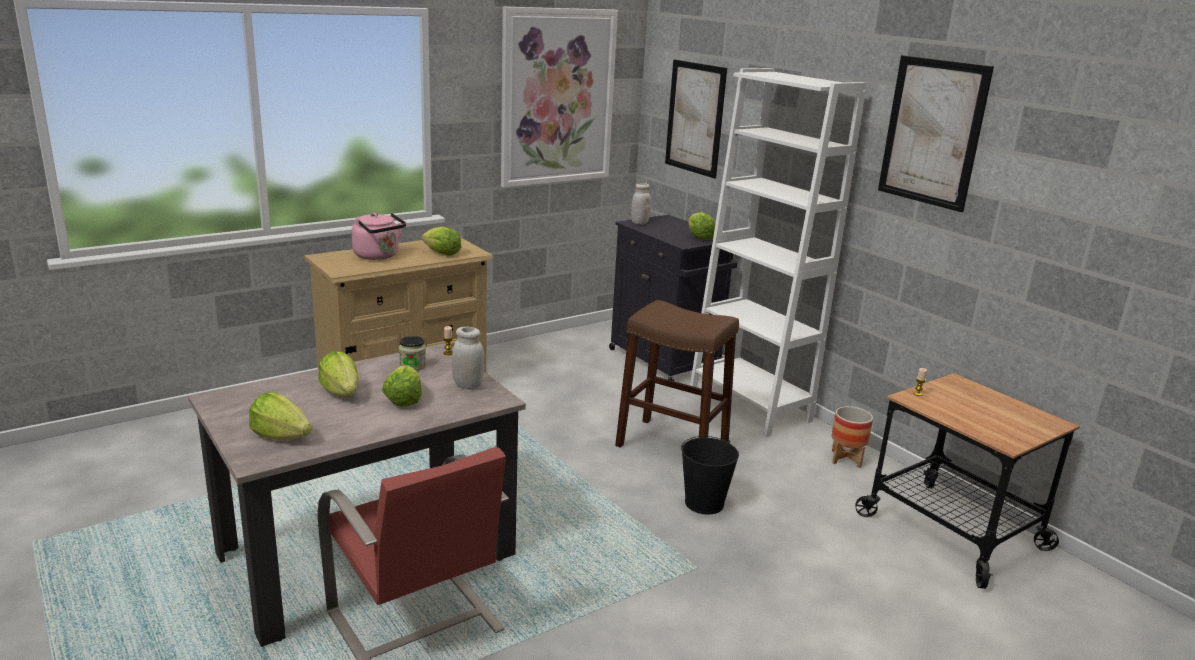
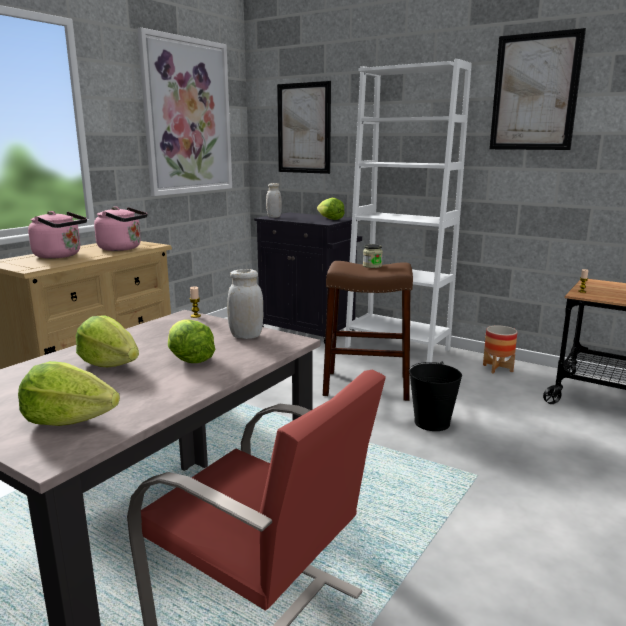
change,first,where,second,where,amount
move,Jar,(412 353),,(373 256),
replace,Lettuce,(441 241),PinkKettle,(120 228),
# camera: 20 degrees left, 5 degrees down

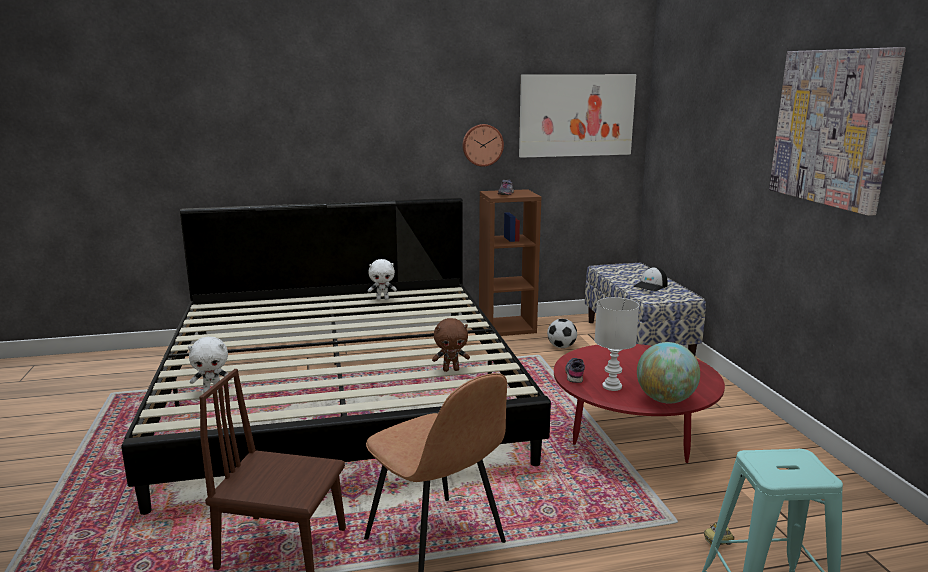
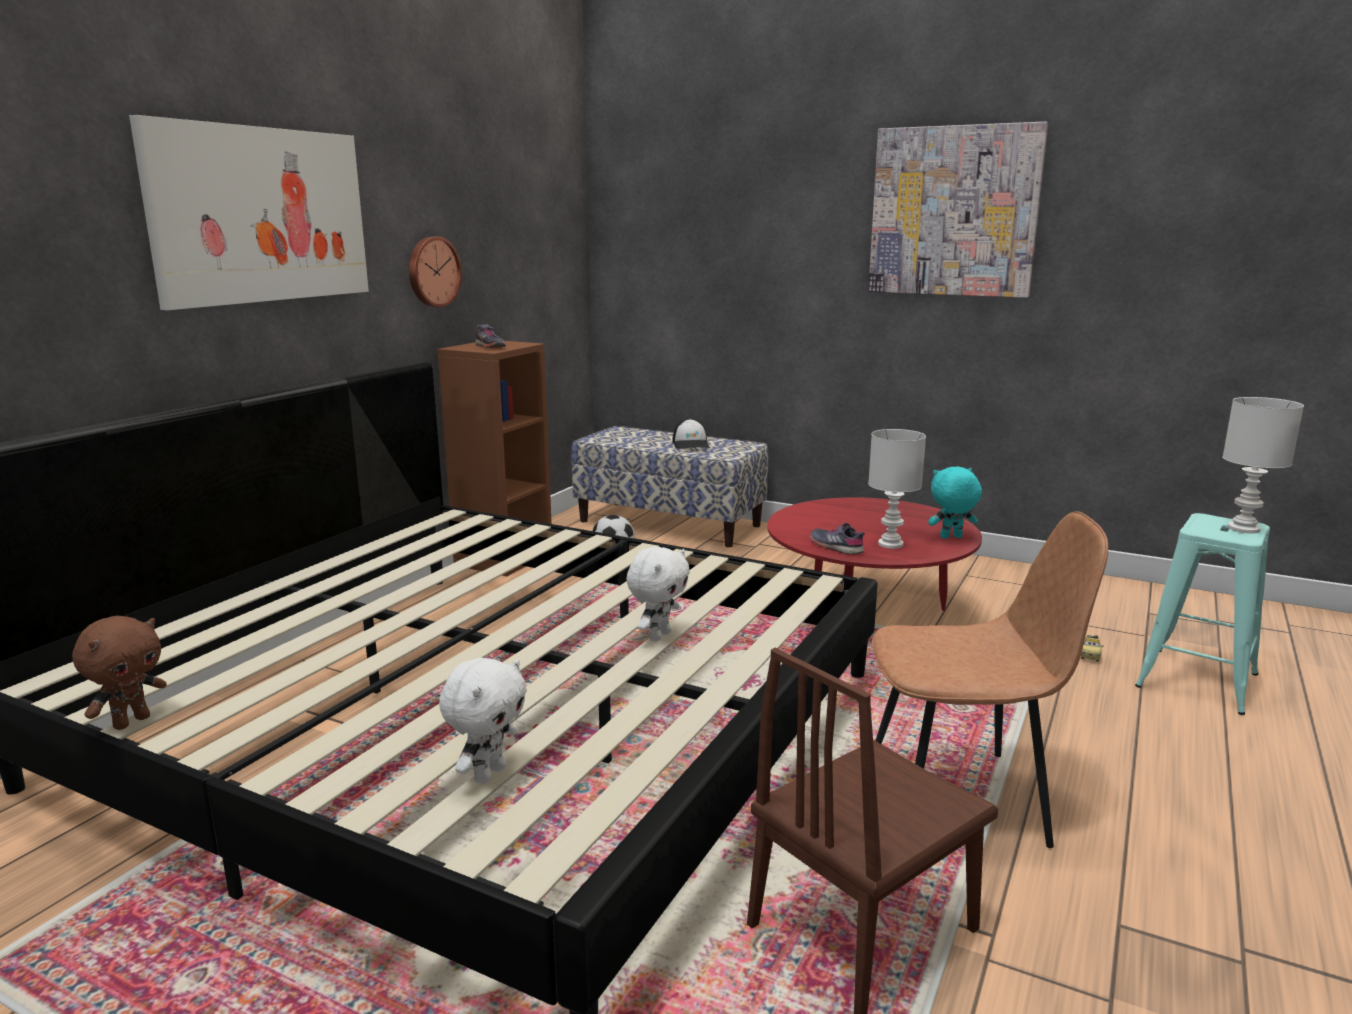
change,first,where,second,where,amount
move,WhitePlushToy,(382 279),,(658 594),
move,BrownPlushToy,(451 345),,(119 673),
move,Picture,(577 116),,(249 212),
replace,Globe,(668 372),TurquoisePlushToy,(955 503),
insert,,,WhiteTableLamp,(1263 465),
# camera: 50 degrees left, 0 degrees up

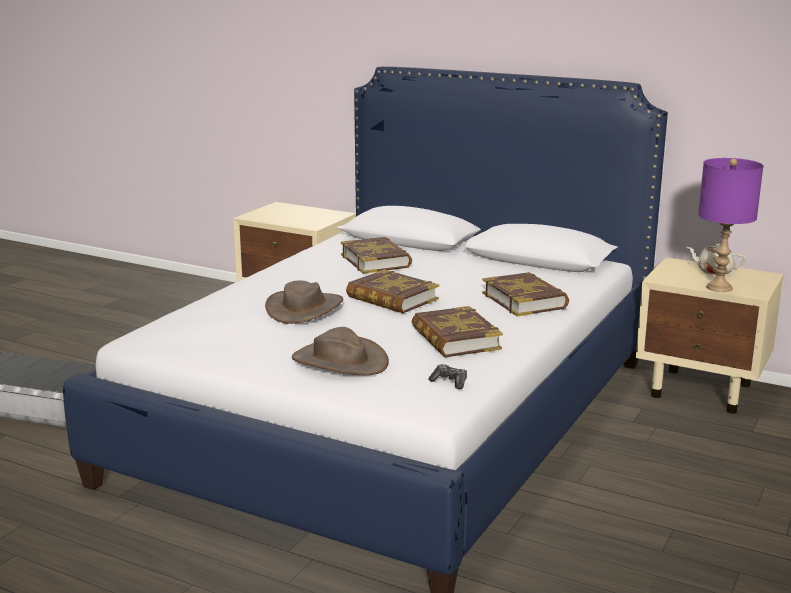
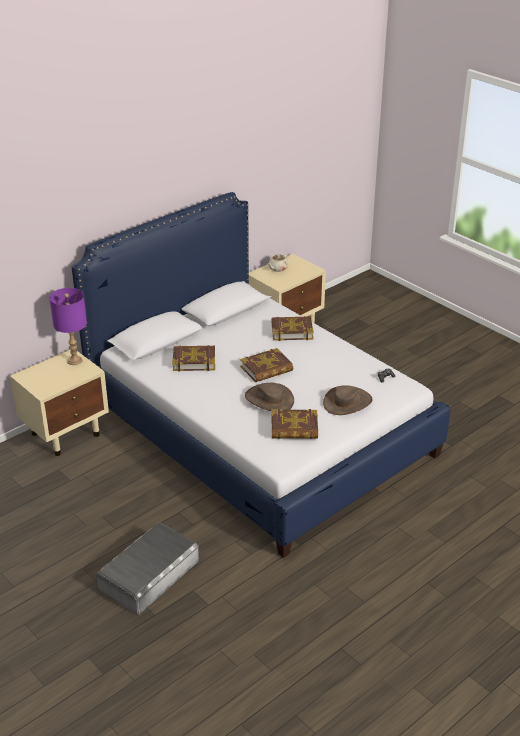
change,first,where,second,where,amount
move,Book,(457 331),,(294 424),
move,PurpleTableLamp,(730 225),,(68 326),
# camera: 70 degrees left, 15 degrees up

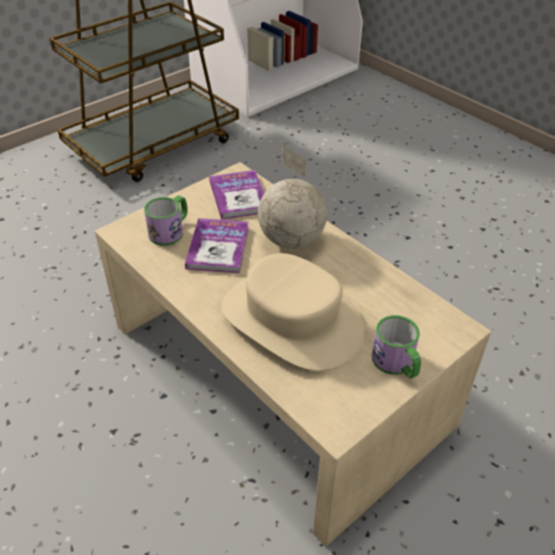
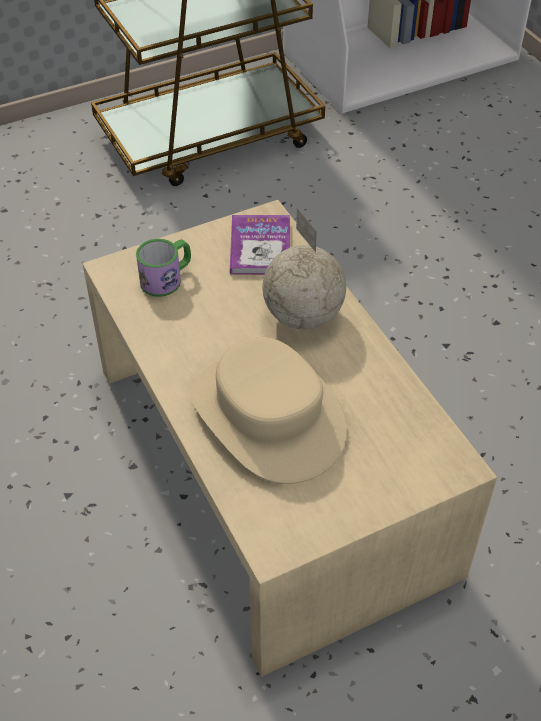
change,first,where,second,where,amount
delete,Book,(217 245),,,
delete,Mug,(396 346),,,
# camera: 15 degrees right, 5 degrees up

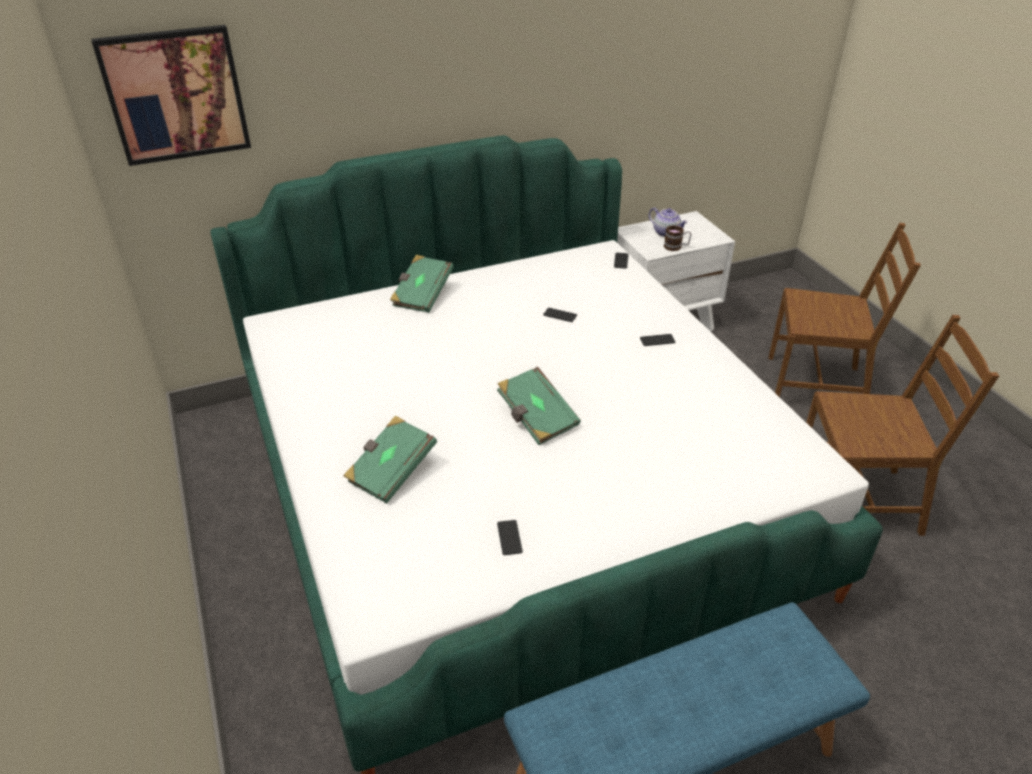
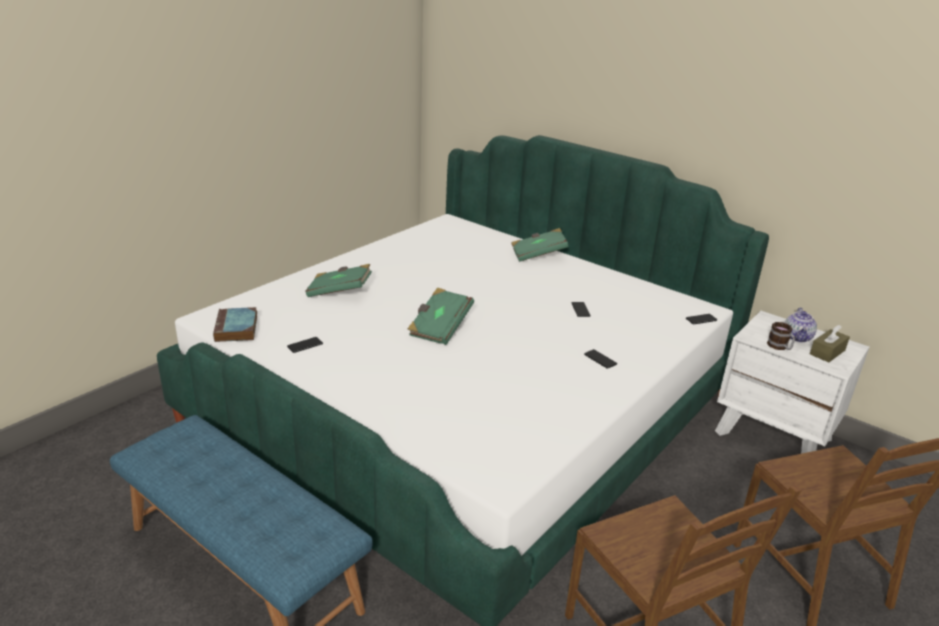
change,first,where,second,where,amount
delete,Picture,(171 95),,,
insert,,,Book,(235 324),
insert,,,BrownTissueBox,(830 343),
# camera: 60 degrees right, 10 degrees down

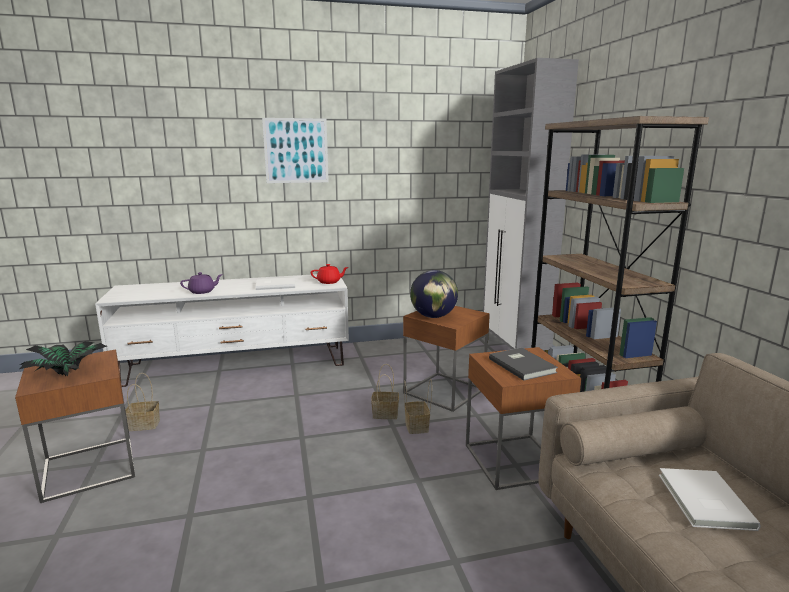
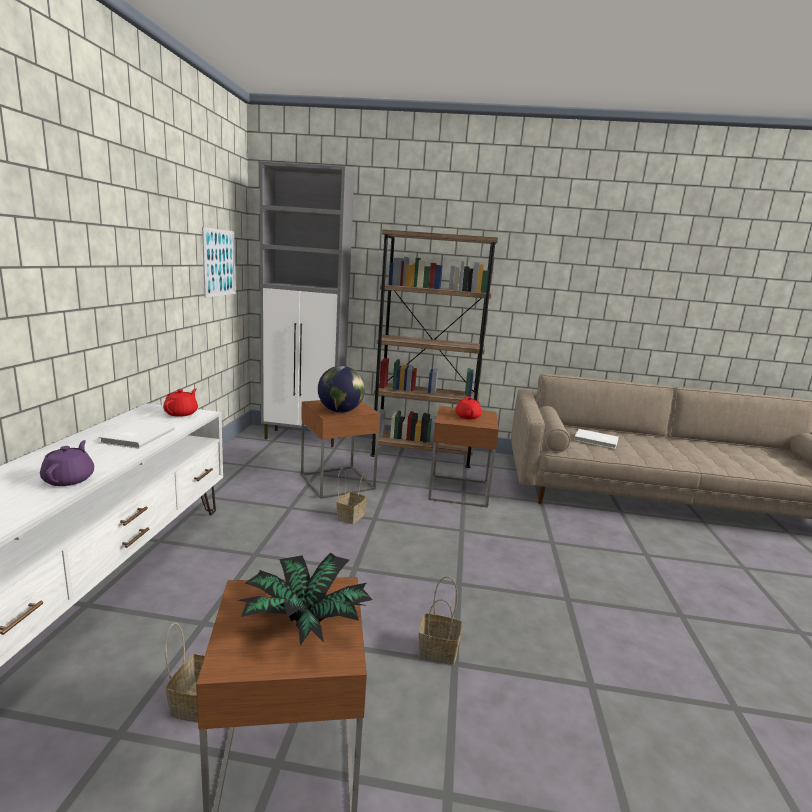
change,first,where,second,where,amount
move,Picture,(295 150),,(219 262),
move,Basket,(418 406),,(440 620),
replace,GreyBook,(523 364),RedTeapot,(468 407),
# camera: 70 degrees left, 0 degrees up

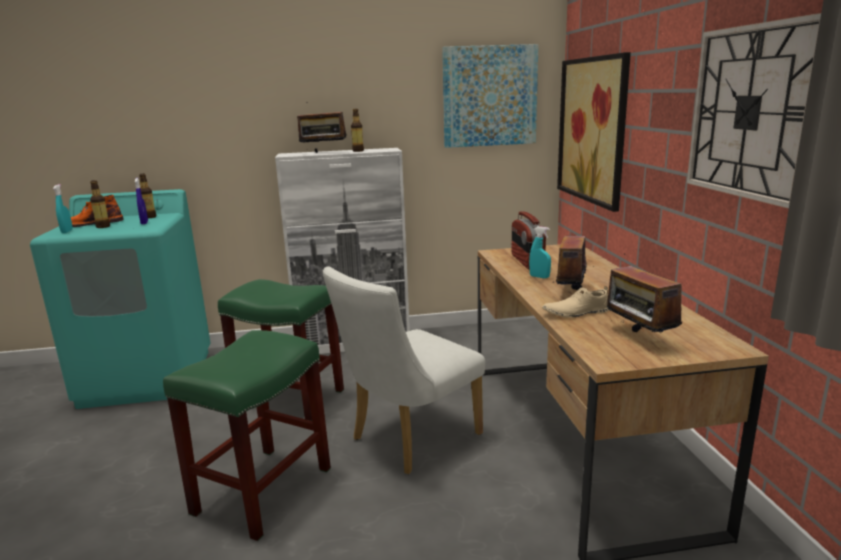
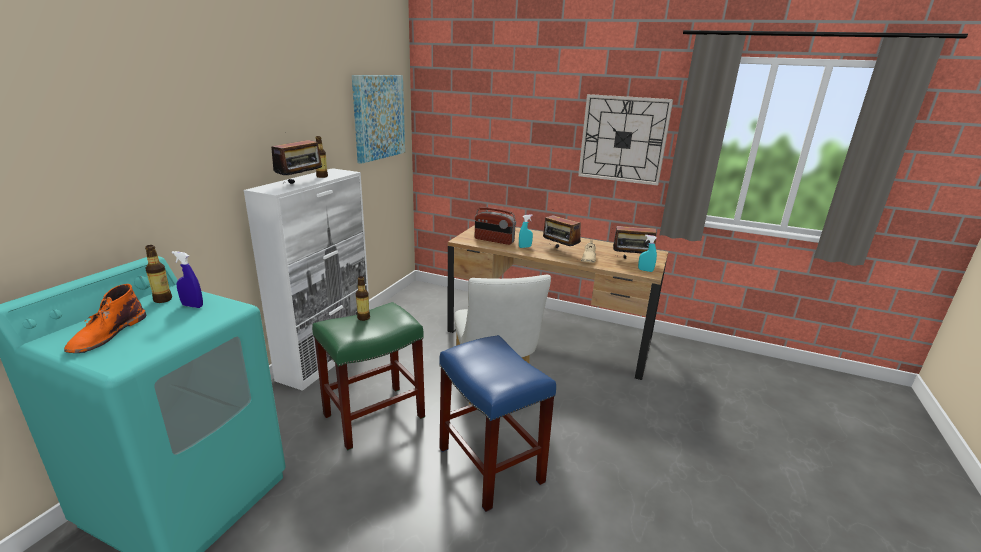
change,first,where,second,where,amount
move,TurquoiseSprayBottle,(63 208),,(647 253),
move,Bottle,(100 204),,(363 298),
recolor,GreenStool,(247 435),BlueStool,(497 423),
delete,Picture,(594 132),,,
# camera: 60 degrees left, 5 degrees up

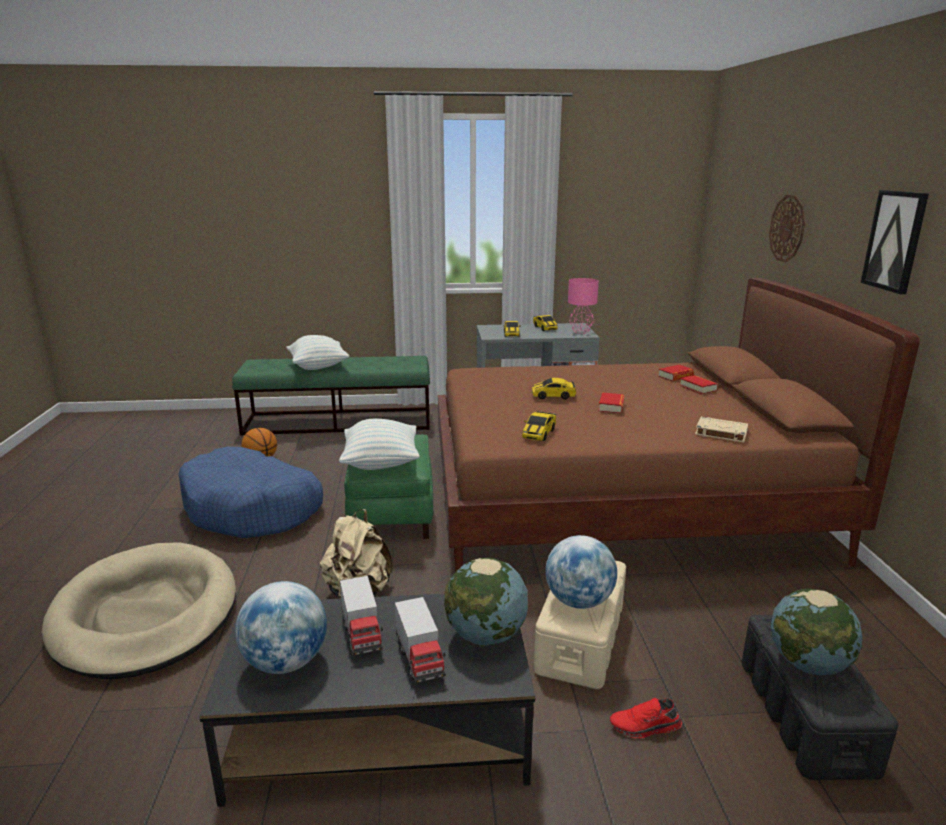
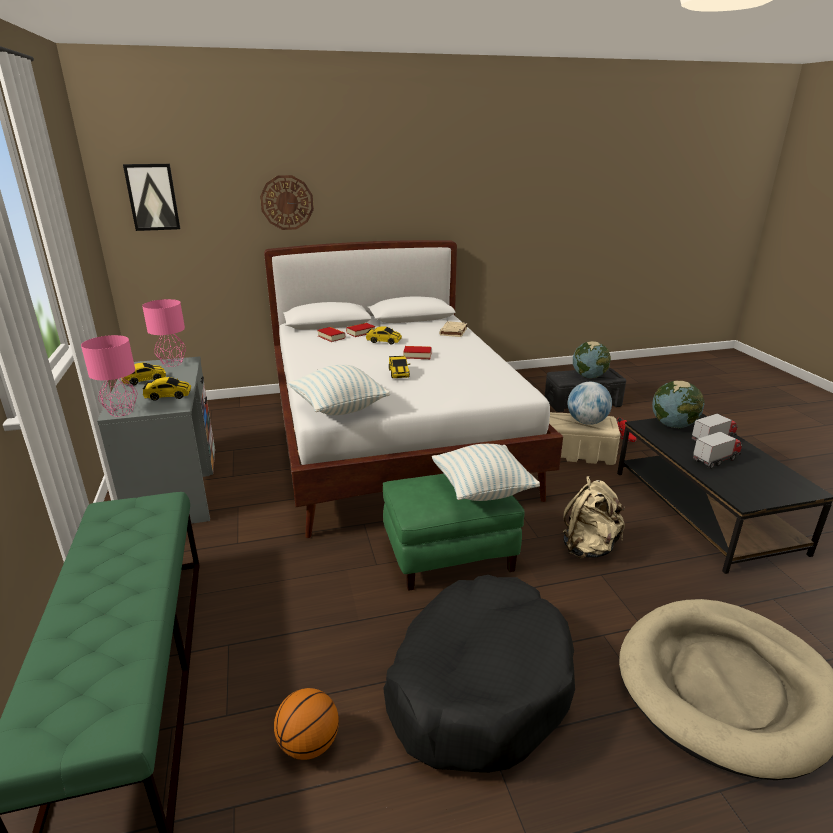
change,first,where,second,where,amount
recolor,BlueDogBed,(251 492),BlackDogBed,(479 674),
delete,Globe,(281 627),,,
move,Pillow,(317 352),,(339 390),
recolor,BrownBed,(679 425),WhiteBed,(413 389),
move,ToyCar,(539 426),,(384 335),
move,Picture,(895 242),,(151 197),
insert,,,PinkTableLamp,(109 376),
# camera: 100 degrees left, 5 degrees up

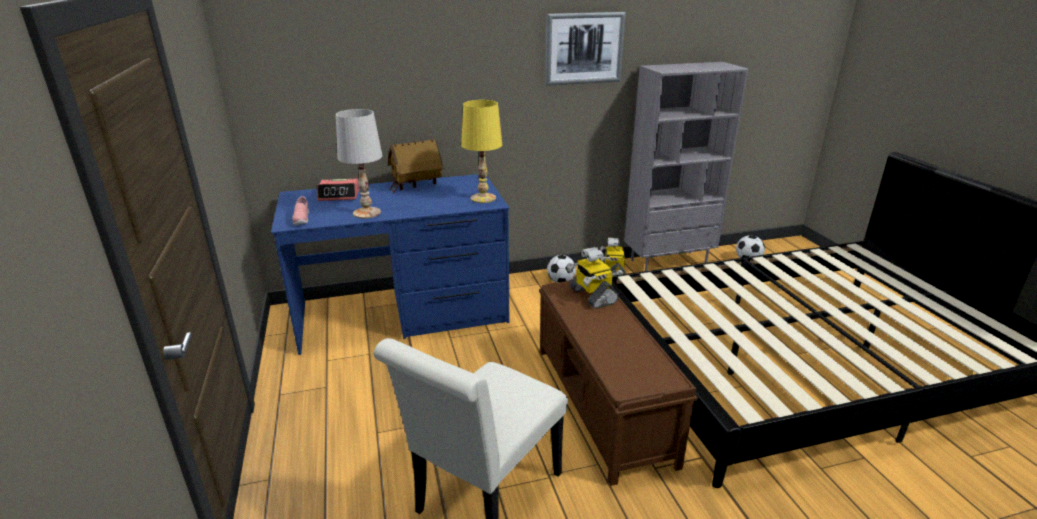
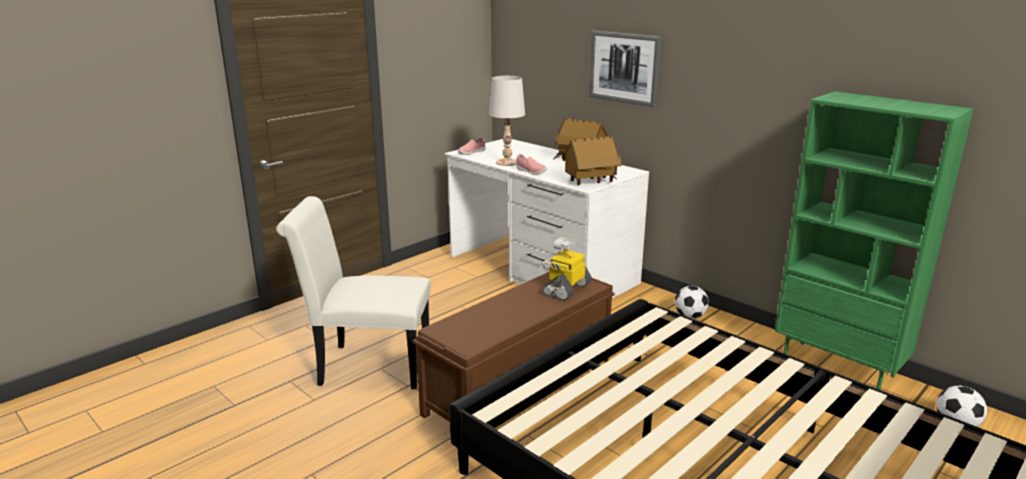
change,first,where,second,where,amount
recolor,BlueDesk,(390 264),WhiteDesk,(547 219),
delete,AlarmClock,(338 190),,,
replace,YellowTableLamp,(481 151),ToyHouse,(592 160),
move,Picture,(585 49),,(625 69),
delete,ToyRobot,(613 257),,,
recolor,GreyBookcase,(686 166),GreenBookcase,(874 240),
insert,,,PinkShoe,(531 164),
# camera: 60 degrees right, 5 degrees down

